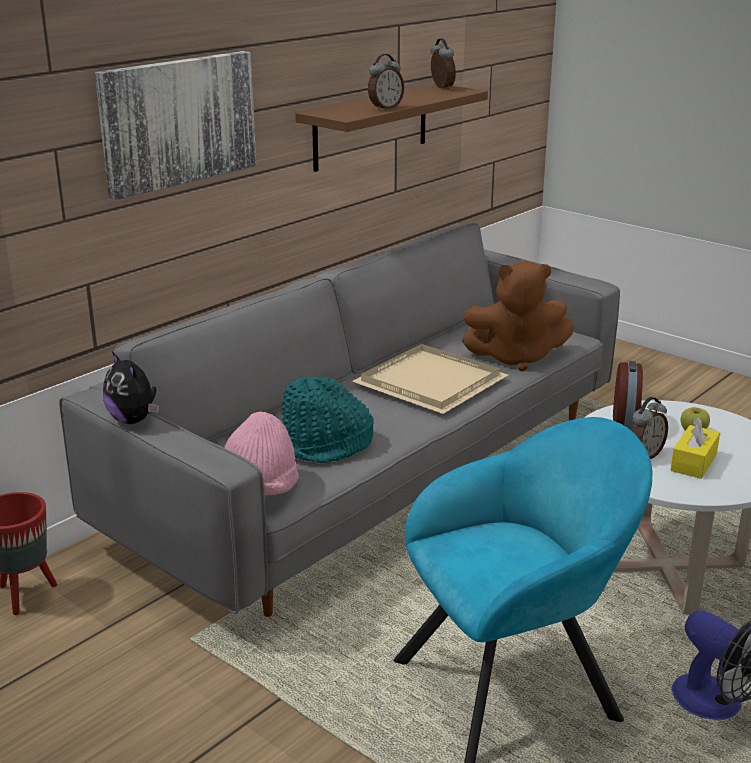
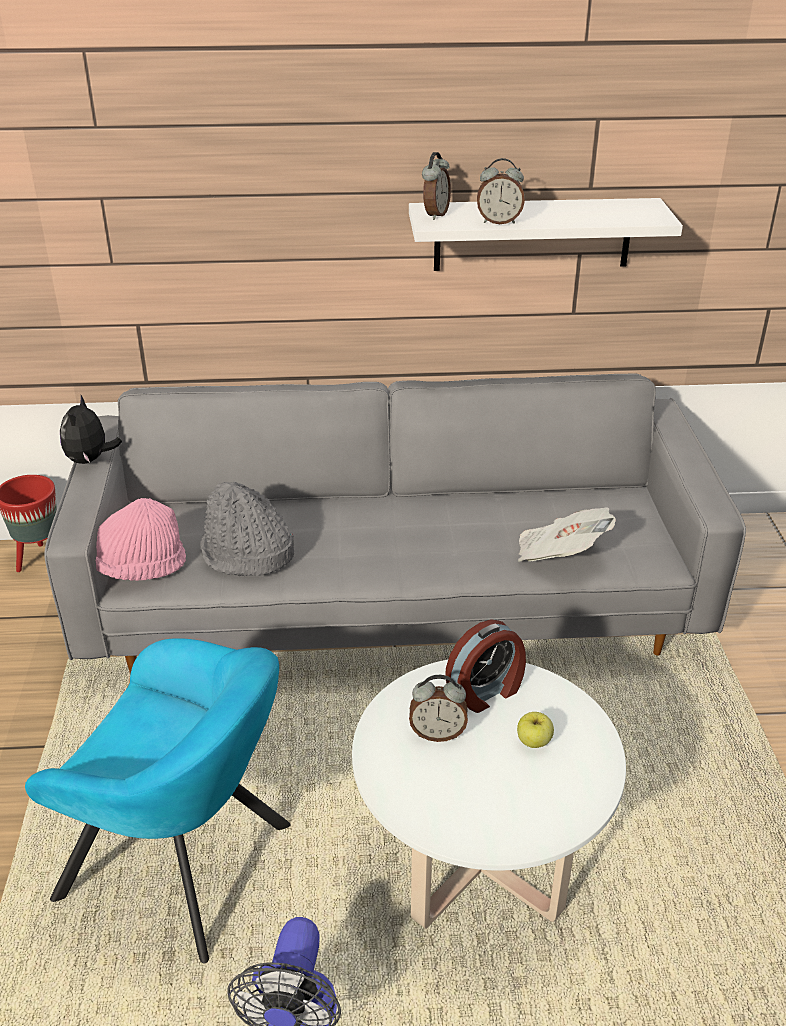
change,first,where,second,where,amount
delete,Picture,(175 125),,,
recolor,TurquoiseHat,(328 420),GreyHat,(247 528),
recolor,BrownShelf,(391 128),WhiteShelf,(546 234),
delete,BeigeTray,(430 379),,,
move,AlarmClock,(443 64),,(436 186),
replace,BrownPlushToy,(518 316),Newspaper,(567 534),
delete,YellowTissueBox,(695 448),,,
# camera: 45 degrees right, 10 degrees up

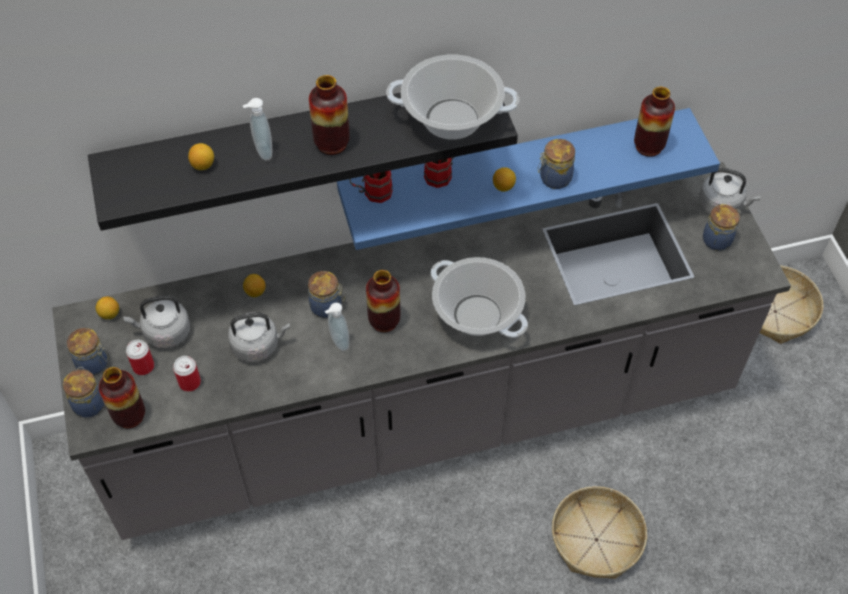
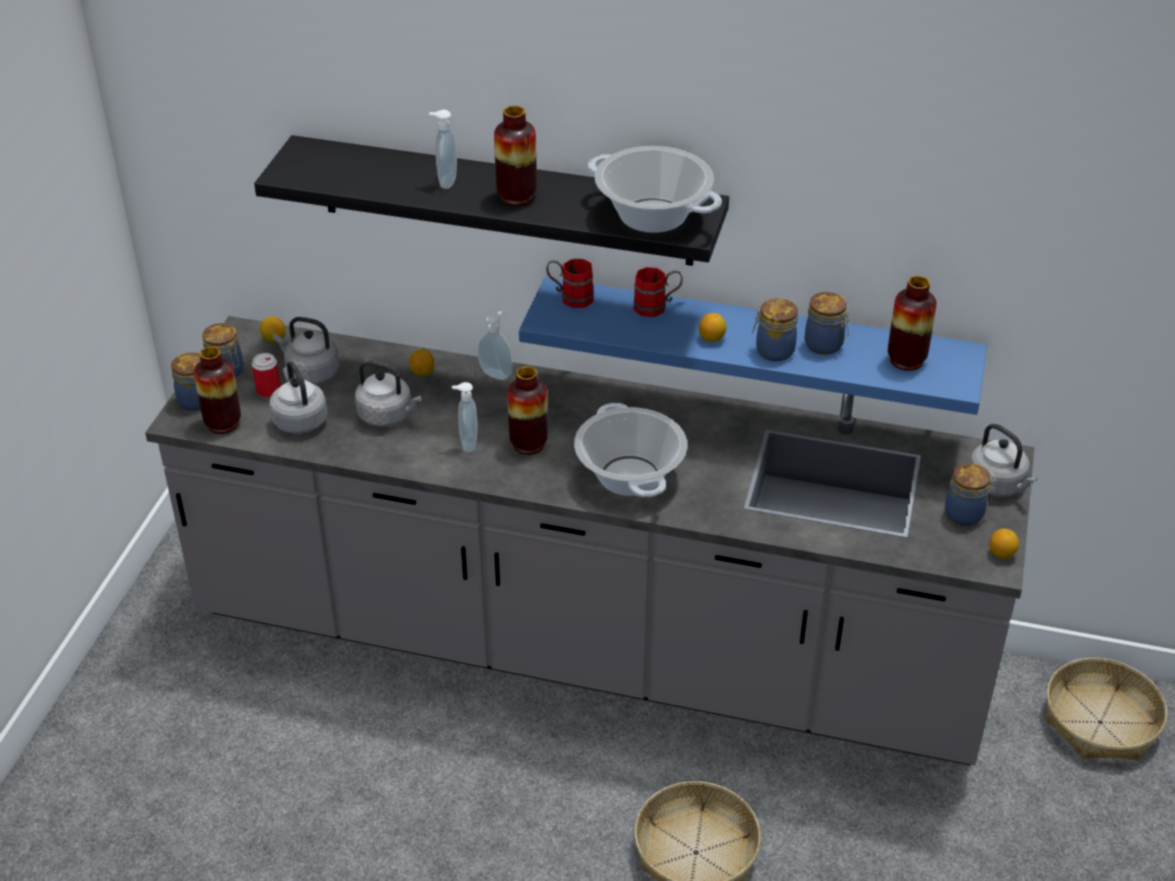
change,first,where,second,where,amount
replace,Can,(187 374),GreyKettle,(298 397),
move,Lemon,(201 156),,(1004 544),
move,Jar,(326 294),,(827 323),
insert,,,SoapDispenser,(495 345),
# camera: 30 degrees right, 15 degrees down

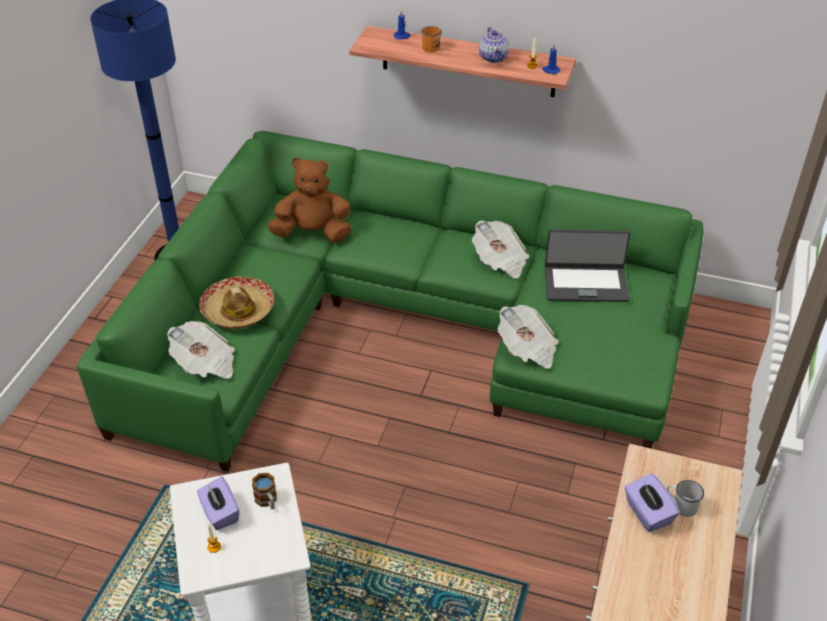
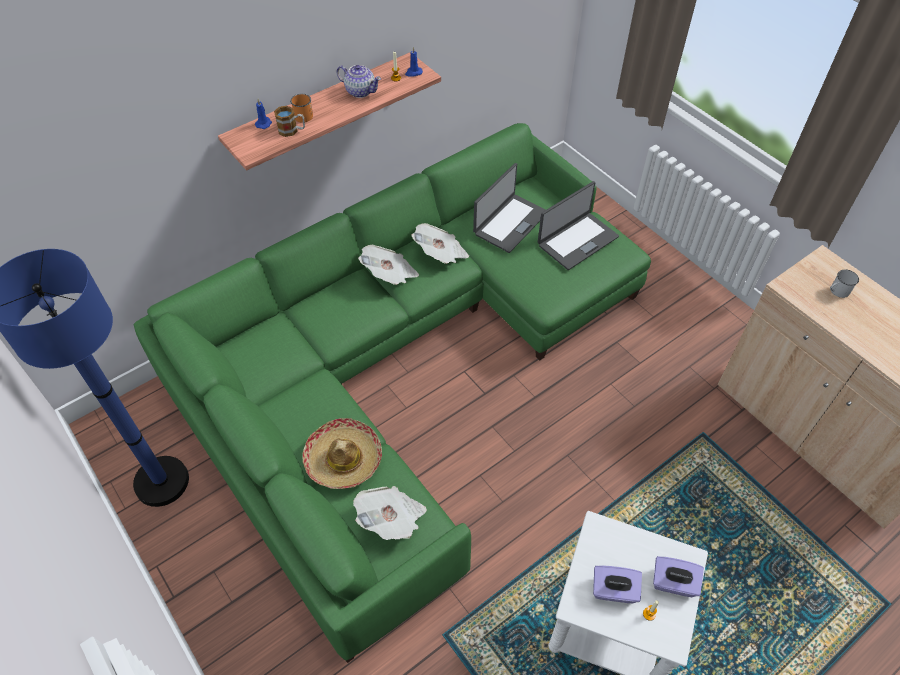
change,first,where,second,where,amount
move,Mug,(264 491),,(289 121),
delete,BrownPlushToy,(310 199),,,
move,Newspaper,(527 337),,(388 264),
move,PurpleTissueBox,(651 502),,(678 576),
insert,,,Laptop,(578 225),
# camera: 55 degrees left, 10 degrees up

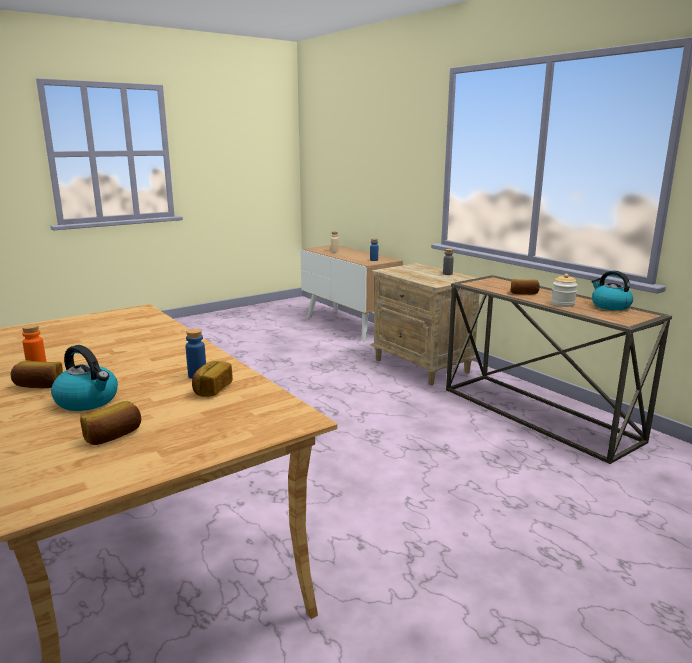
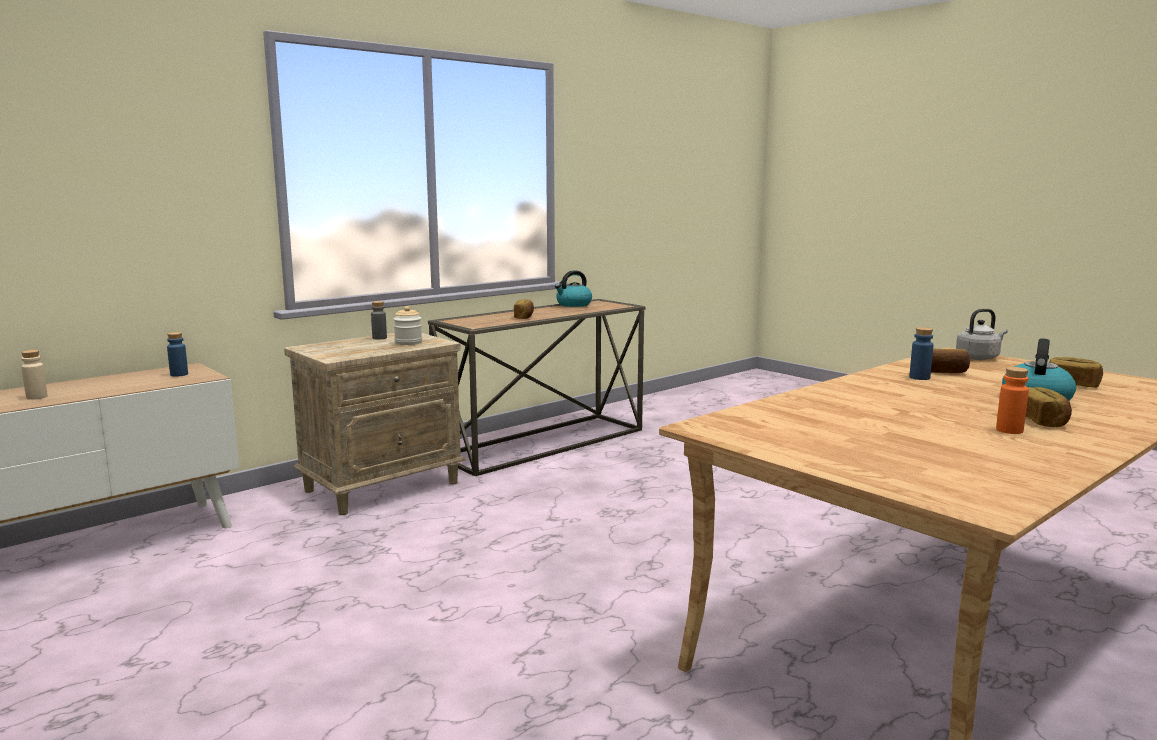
change,first,where,second,where,amount
move,Jar,(564 290),,(408 325),
insert,,,GreyKettle,(982 334),
# camera: 95 degrees left, 5 degrees down

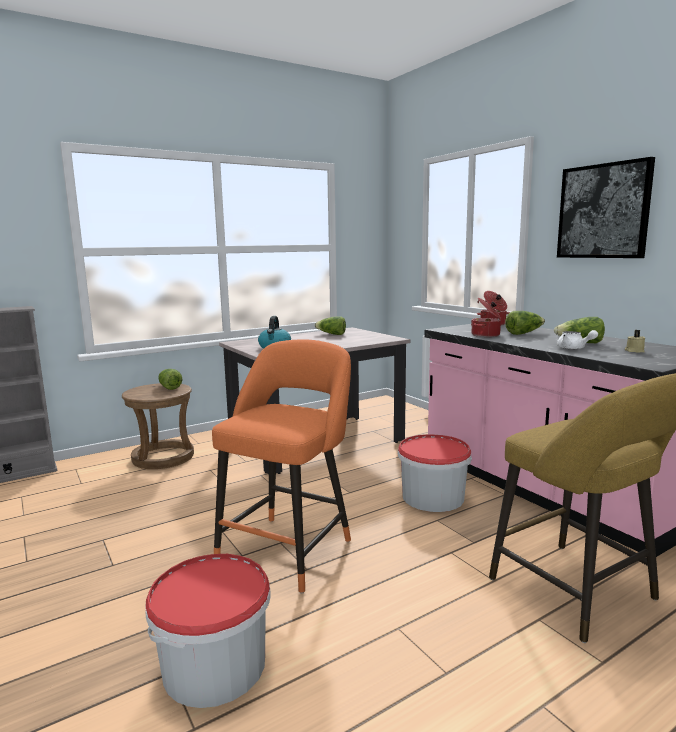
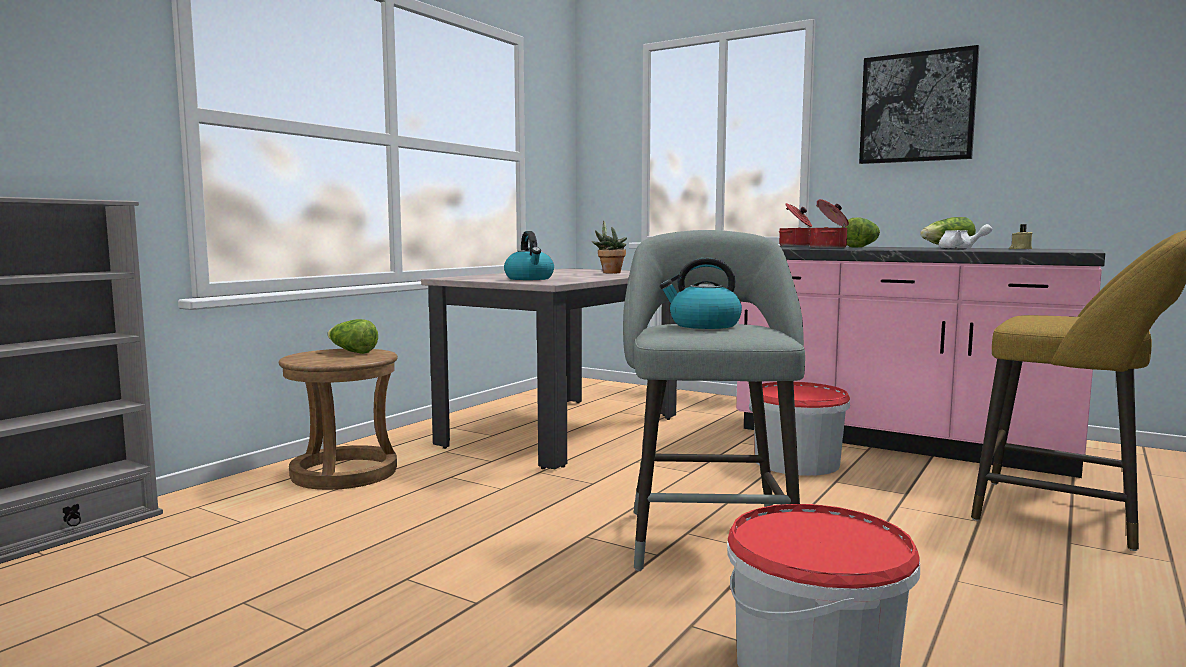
change,first,where,second,where,amount
recolor,OrangeStool,(281 466),GreyStool,(714 400),
delete,Lettuce,(330 325),,,
insert,,,PottedPlant,(609 246),
insert,,,Kettle,(701 293),
# camera: 25 degrees left, 5 degrees down

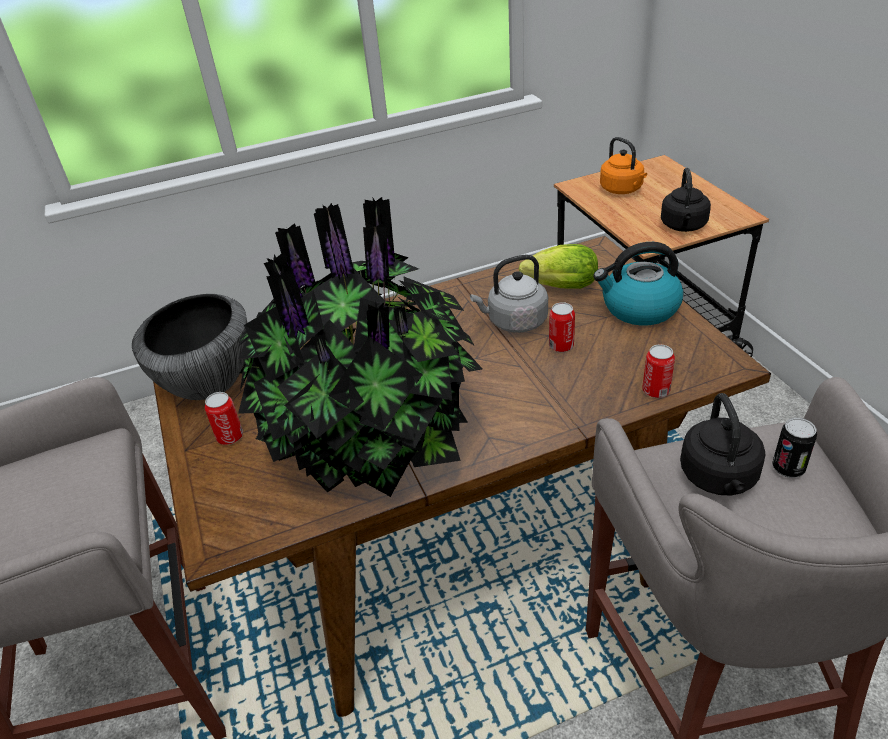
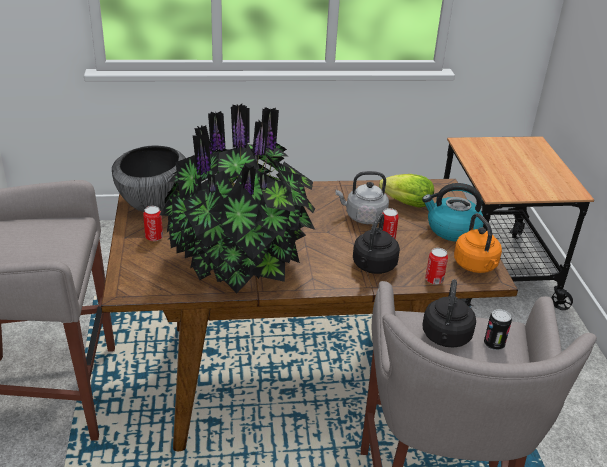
change,first,where,second,where,amount
move,OrangeKettle,(623 165),,(478 243),
move,BlackKettle,(686 200),,(376 243),
# camera: 10 degrees right, 5 degrees down

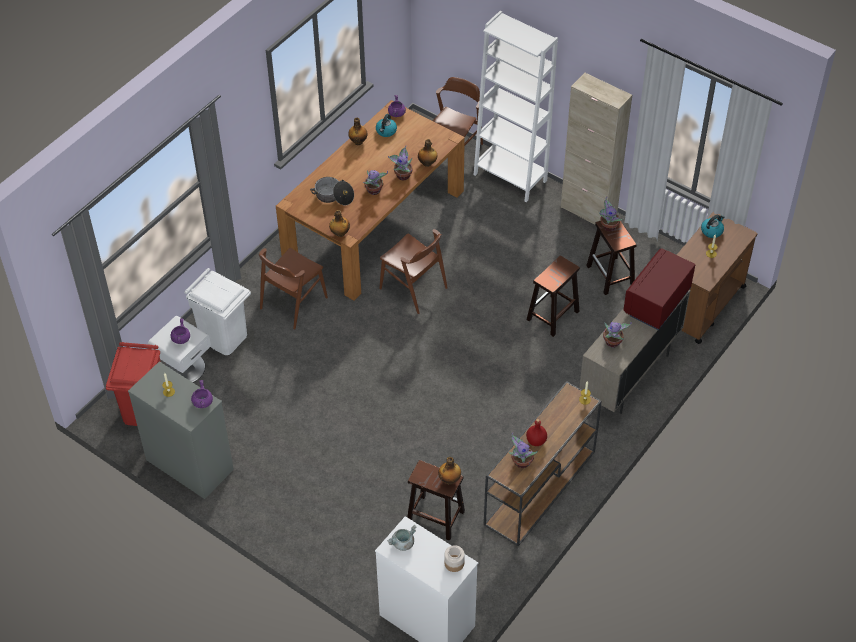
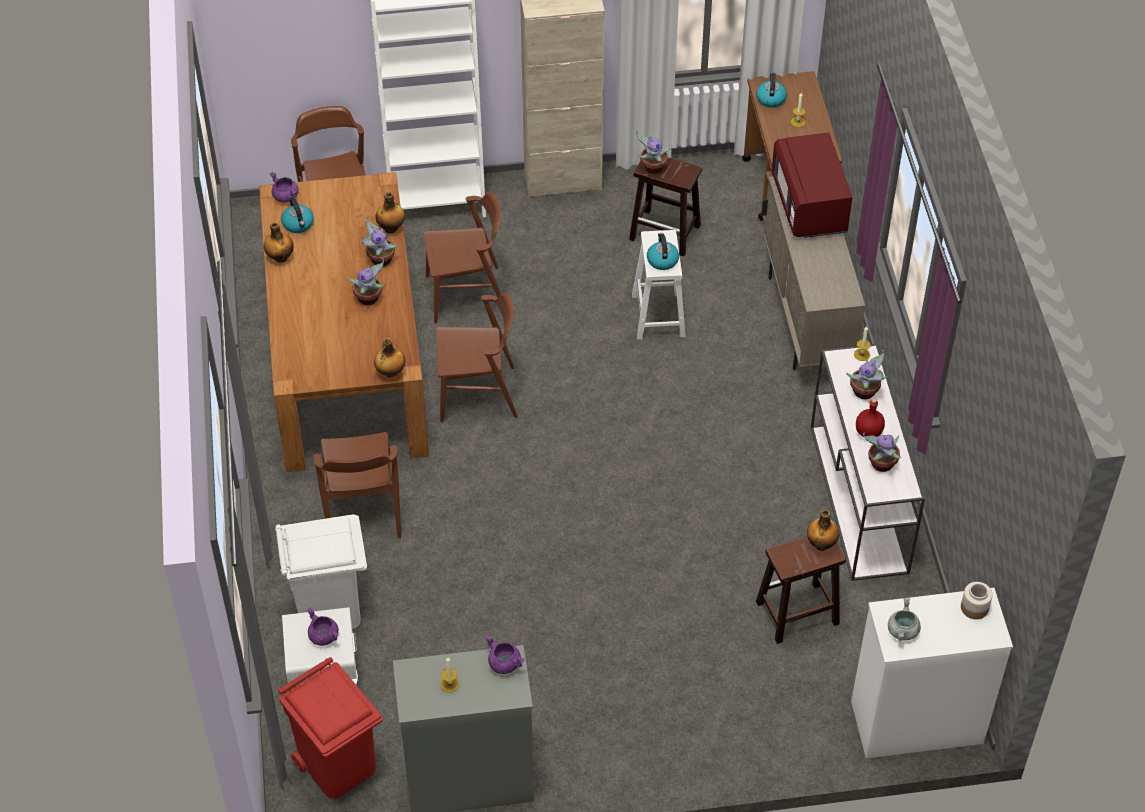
change,first,where,second,where,amount
delete,CookingPot,(332 191),,,
recolor,BrownConsoleTable,(543 463),WhiteConsoleTable,(868 462),
recolor,BrownStool,(553 296),WhiteStool,(659 285),
move,PottedPlant,(617 335),,(866 374),
insert,,,BrownChair,(462 257),
insert,,,Kettle,(663 251),
# camera: 45 degrees left, 0 degrees up

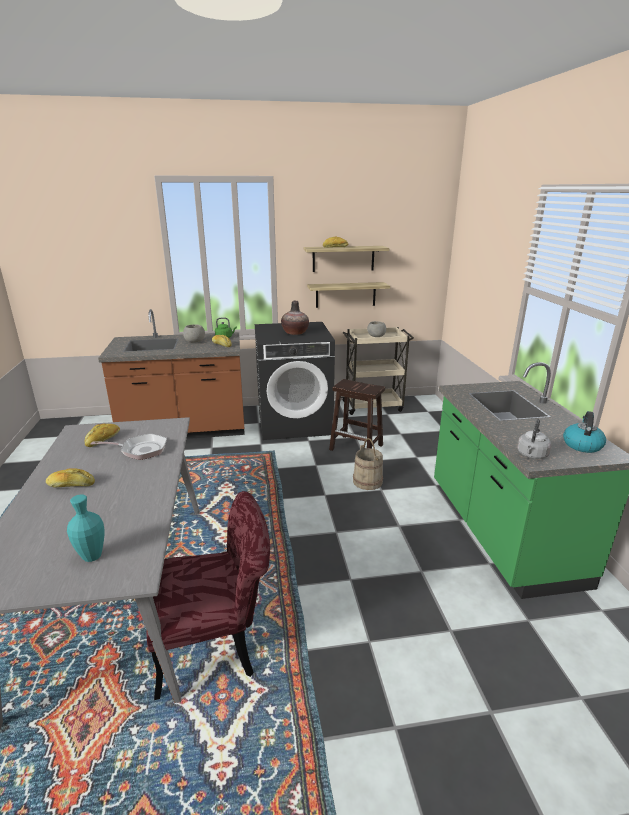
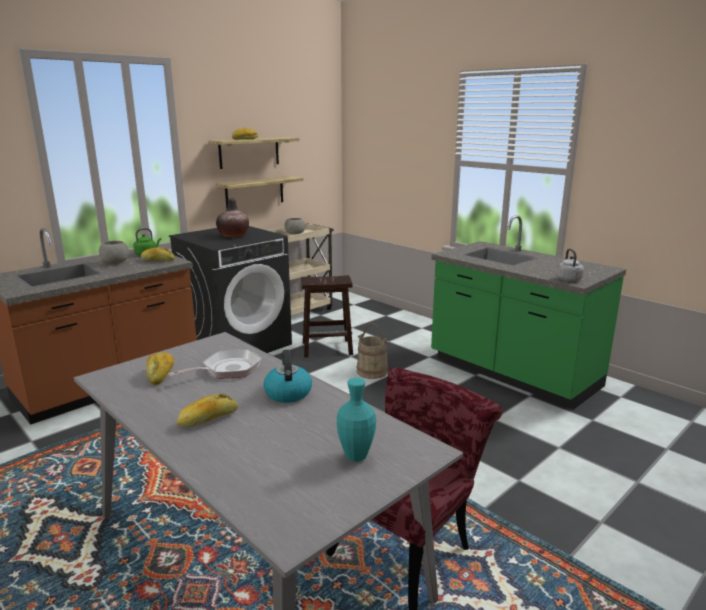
change,first,where,second,where,amount
move,Kettle,(584 432),,(287 376),
# camera: 35 degrees left, 5 degrees down

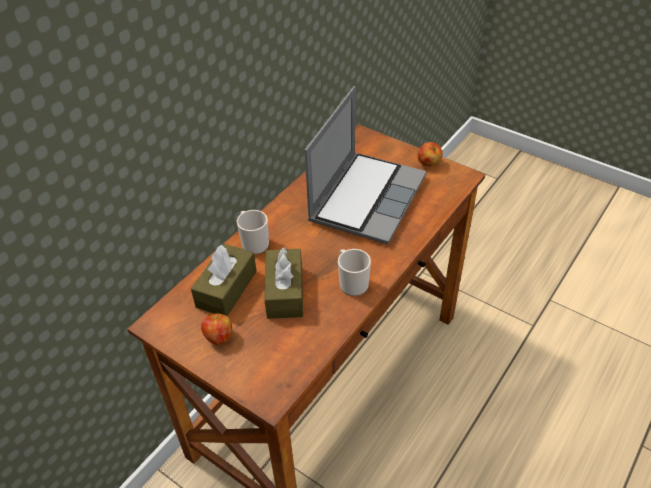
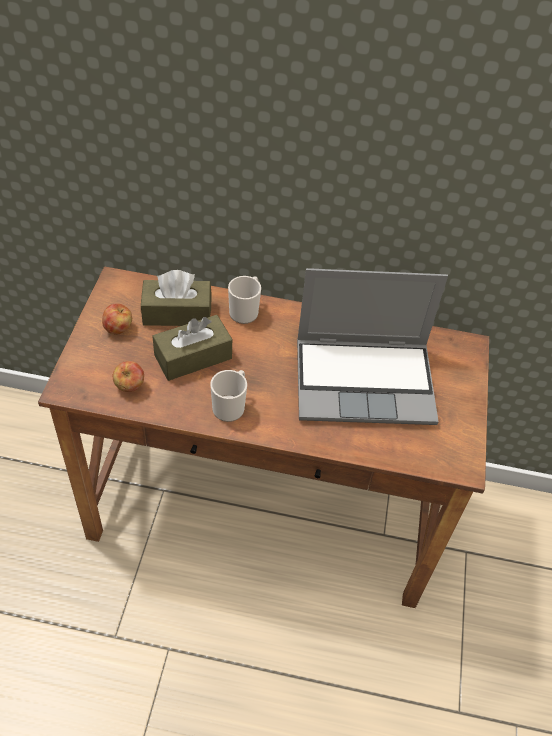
change,first,where,second,where,amount
move,Apple,(430 154),,(128 376),
# camera: 60 degrees right, 5 degrees up

